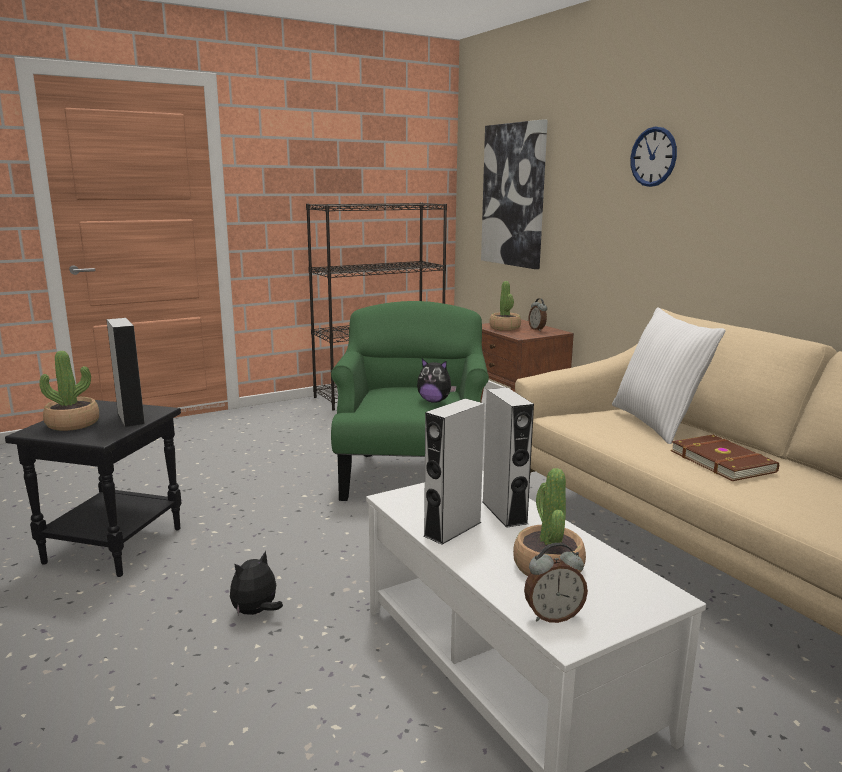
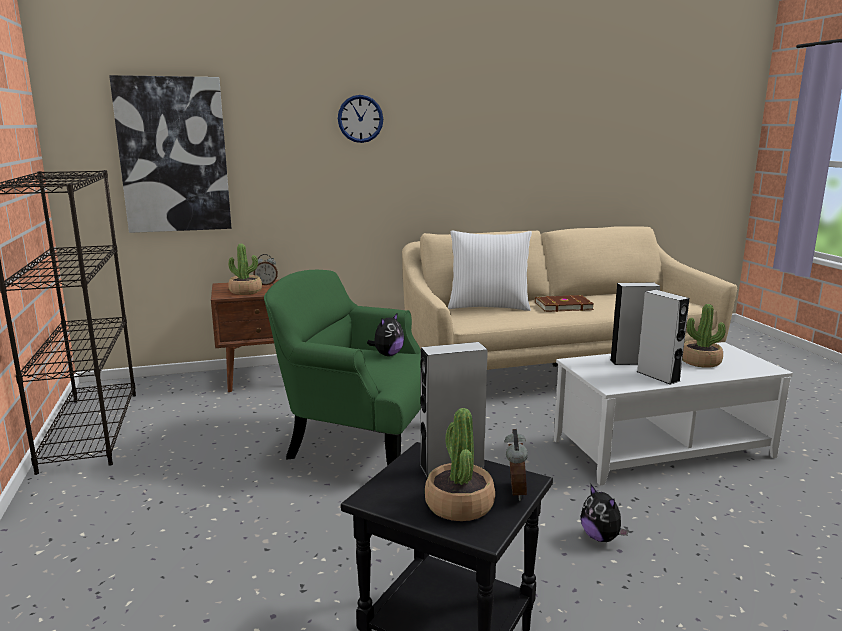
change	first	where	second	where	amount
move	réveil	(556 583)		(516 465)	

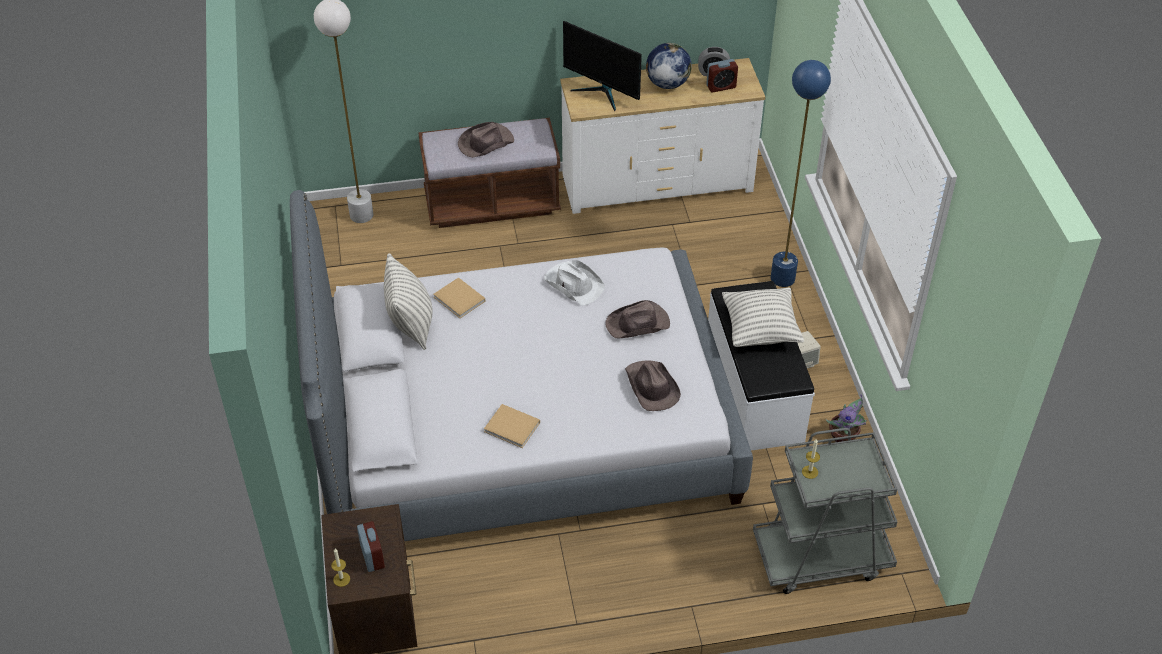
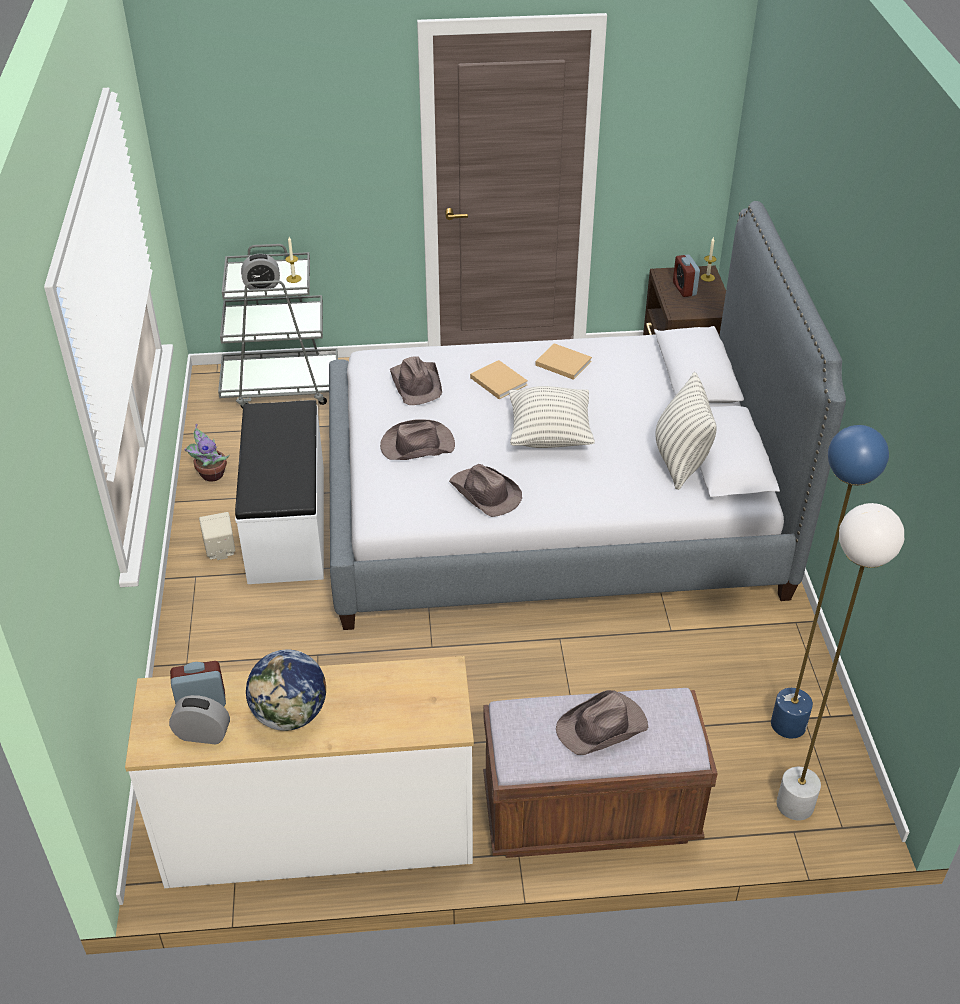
change	first	where	second	where	amount
delete	écran d'ordinateur	(602 66)			
move	lampadaire/bleu	(801 173)		(830 581)	
recolor	chapeau/blanc	(574 283)	chapeau/marron	(485 490)	
move	livre/beige	(459 297)		(499 379)	
move	coussin	(763 317)		(552 417)	
insert			réveil	(260 272)	

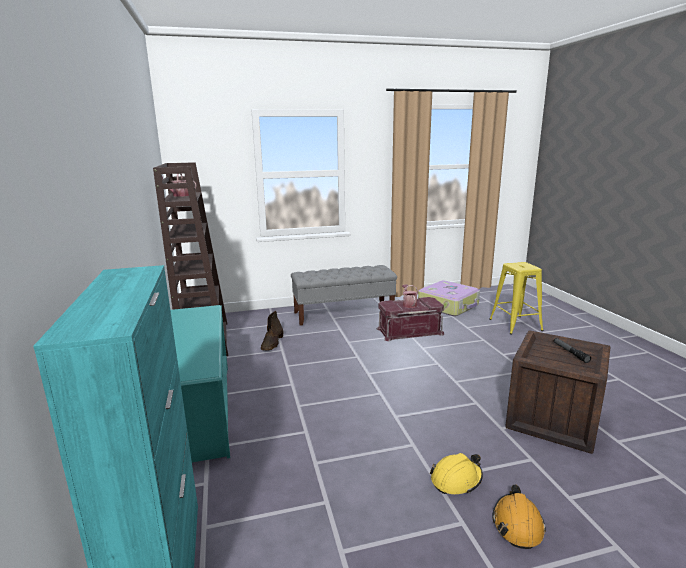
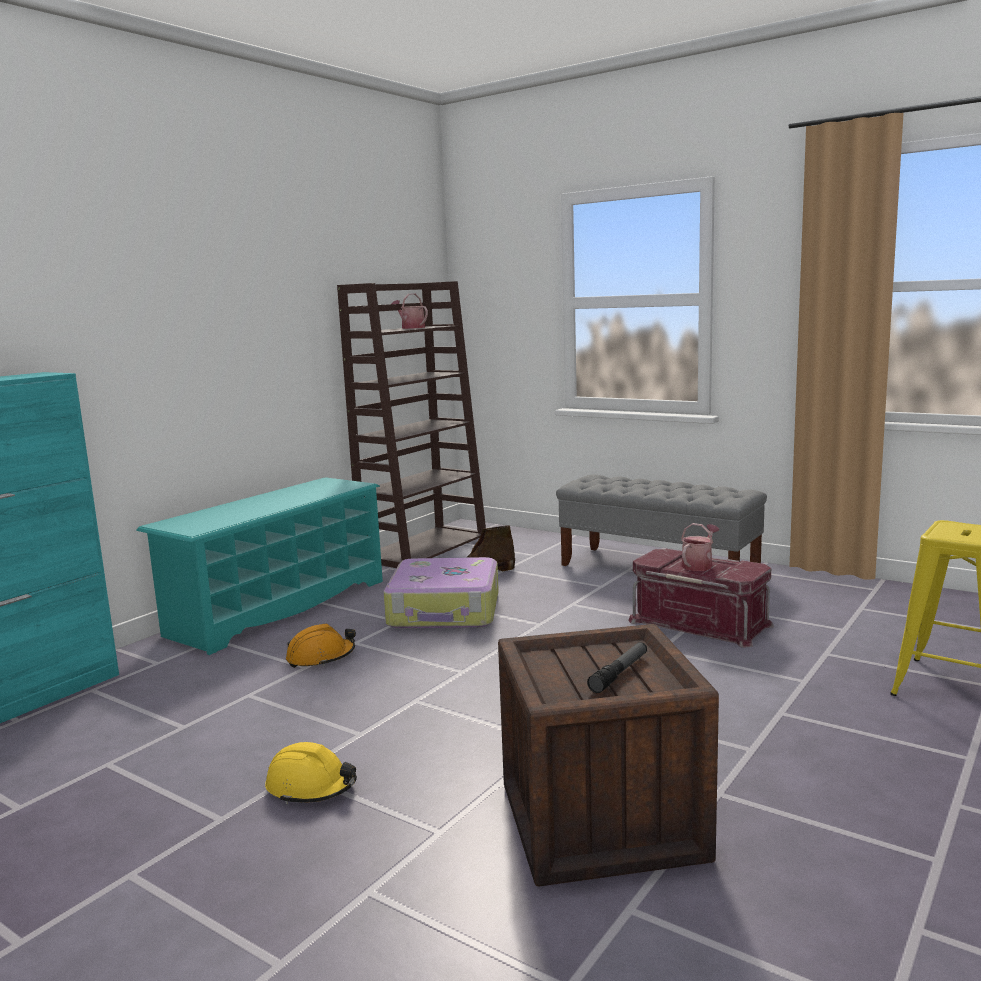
change	first	where	second	where	amount
move	valise	(449 298)		(441 592)	
move	casque de chantier/orange	(519 517)		(321 645)	

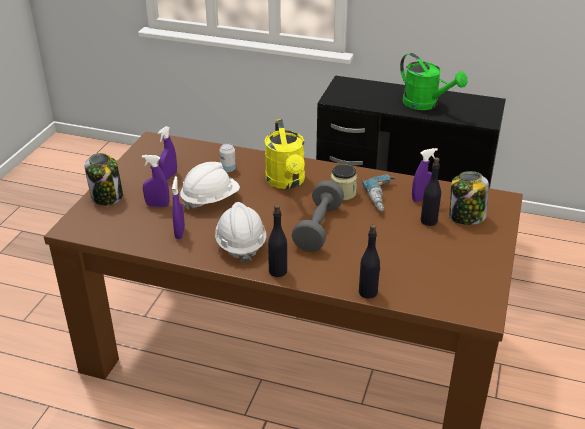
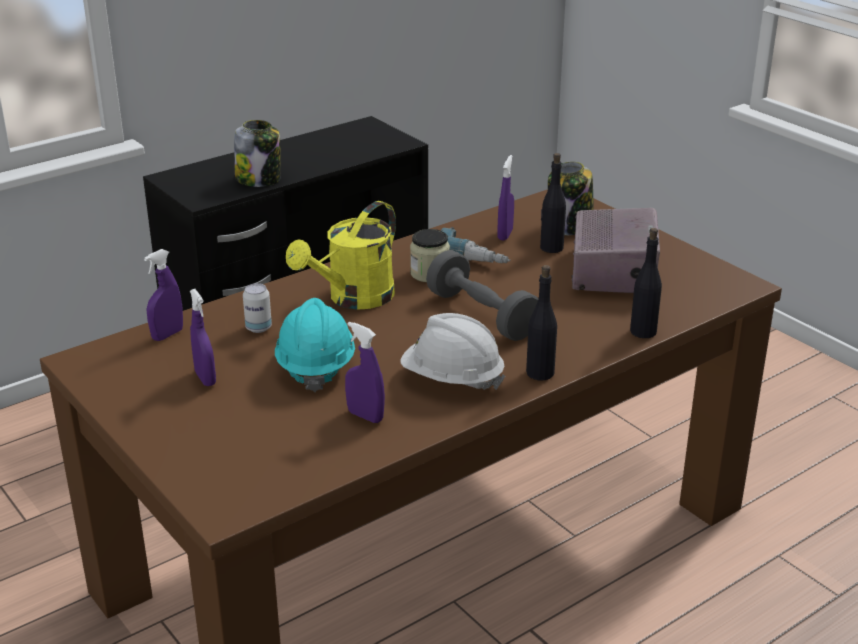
change	first	where	second	where	amount
delete	arrosoir/vert	(433 81)			
rotate	arrosoir/jaune	(285 154)		(341 255)	105 degrees clockwise
move	bocal	(104 179)		(257 153)	
move	vaporisateur/violet	(156 181)		(163 295)	
recolor	casque de chantier/blanc	(210 186)	casque de chantier/turquoise	(315 345)	
insert			radio	(615 250)	

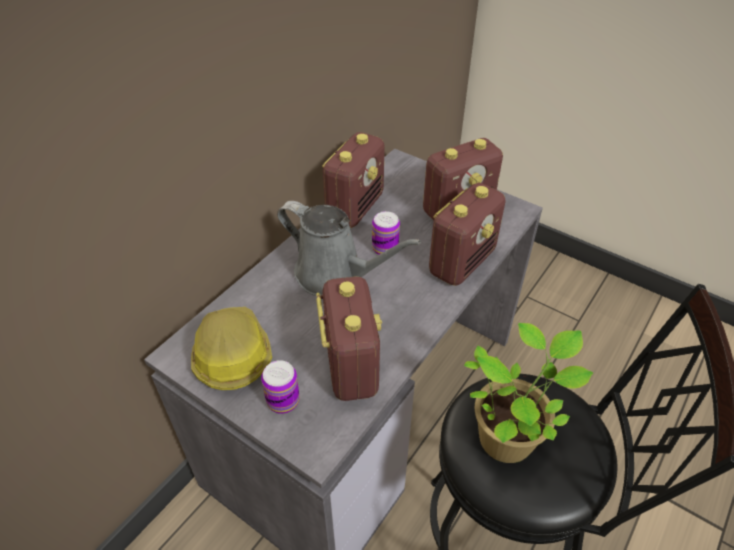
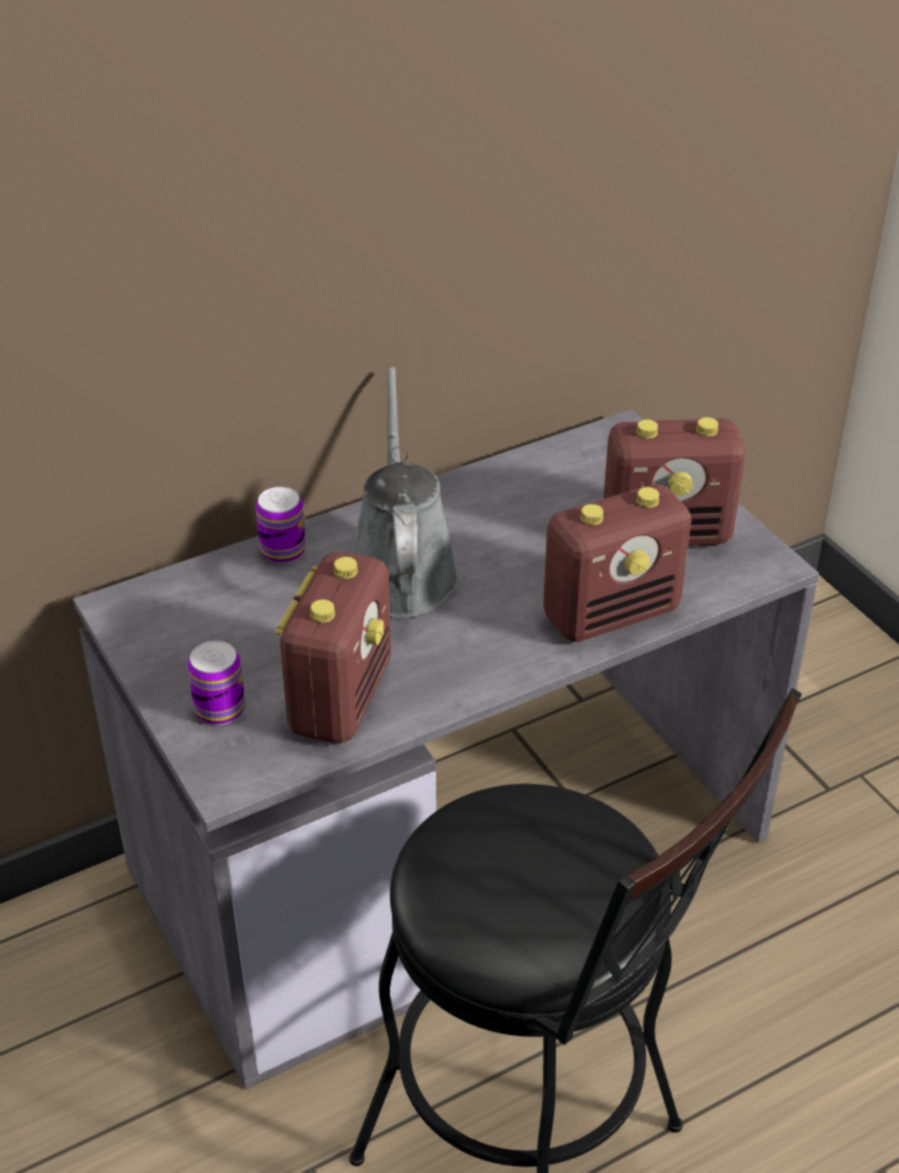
change	first	where	second	where	amount
delete	radio	(353 180)			
rotate	arrosoir/gris	(349 248)		(405 492)	150 degrees counterclockwise
move	boîte métallique	(386 233)		(281 525)	
delete	casque de chantier	(231 348)			
delete	plante en pot	(529 393)			

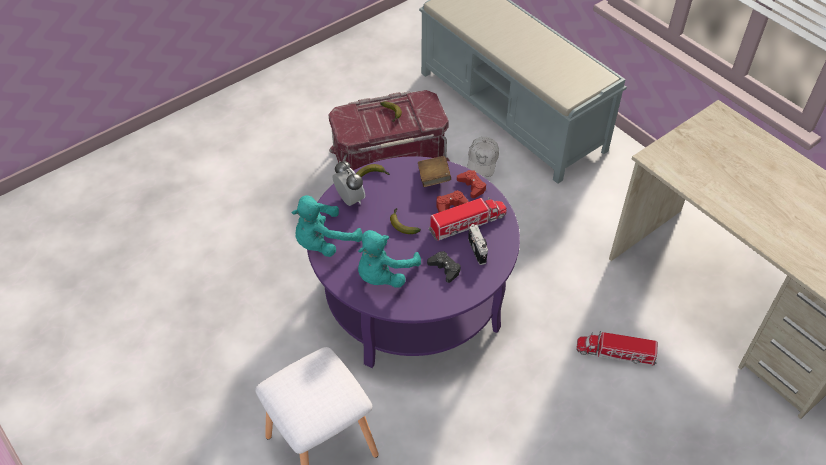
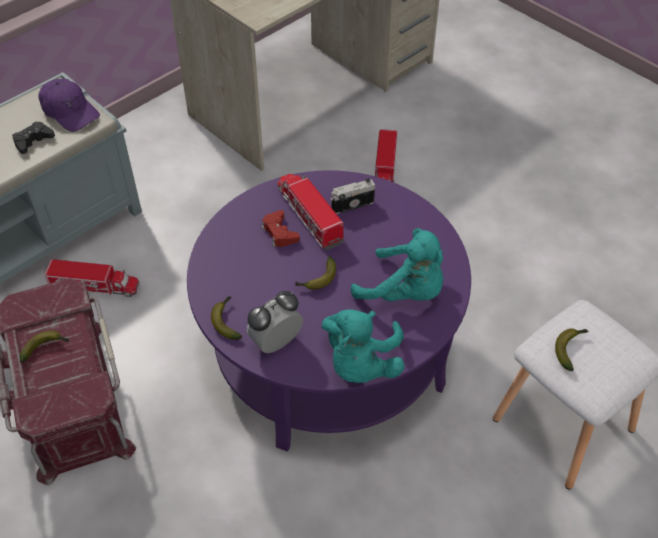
change	first	where	second	where	amount
replace	casquette/blanc	(483 157)	camion jouet	(92 278)	
delete	livre/marron	(434 171)			
delete	manette/rouge	(471 184)			
rotate	peluche/turquoise	(327 226)		(363 346)	60 degrees clockwise
move	manette/noir	(444 267)		(33 138)	
insert			casquette/violet	(69 105)	
insert			banane	(572 350)	

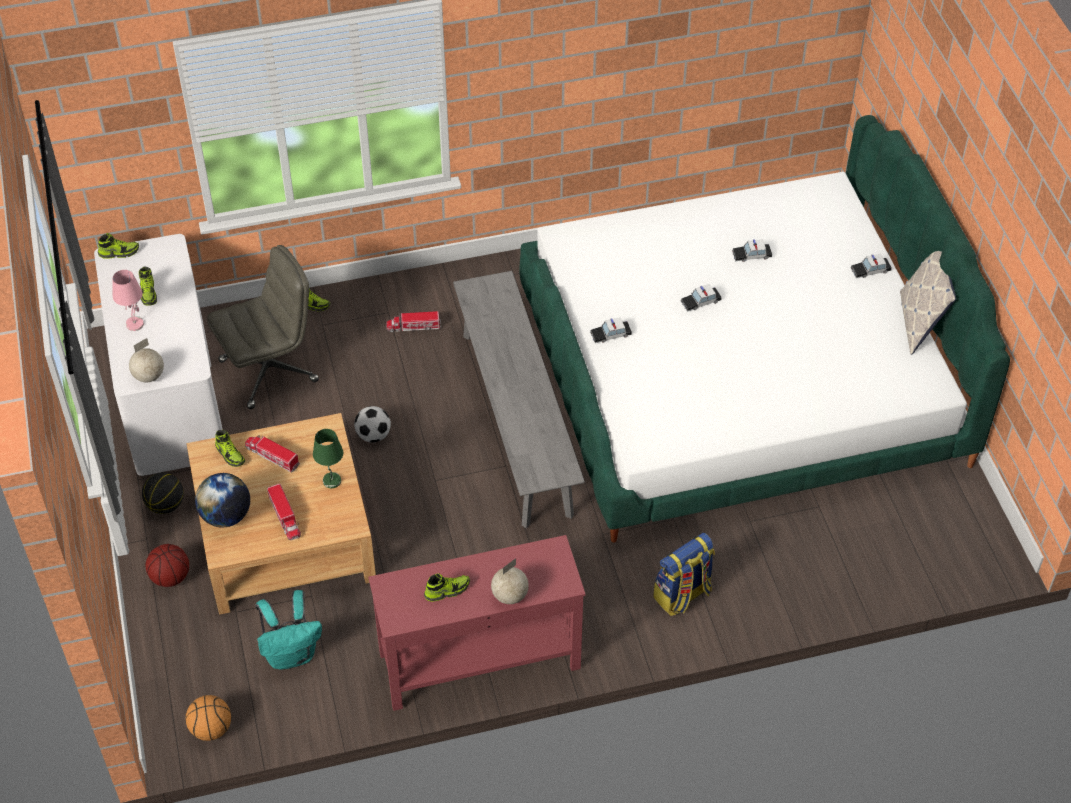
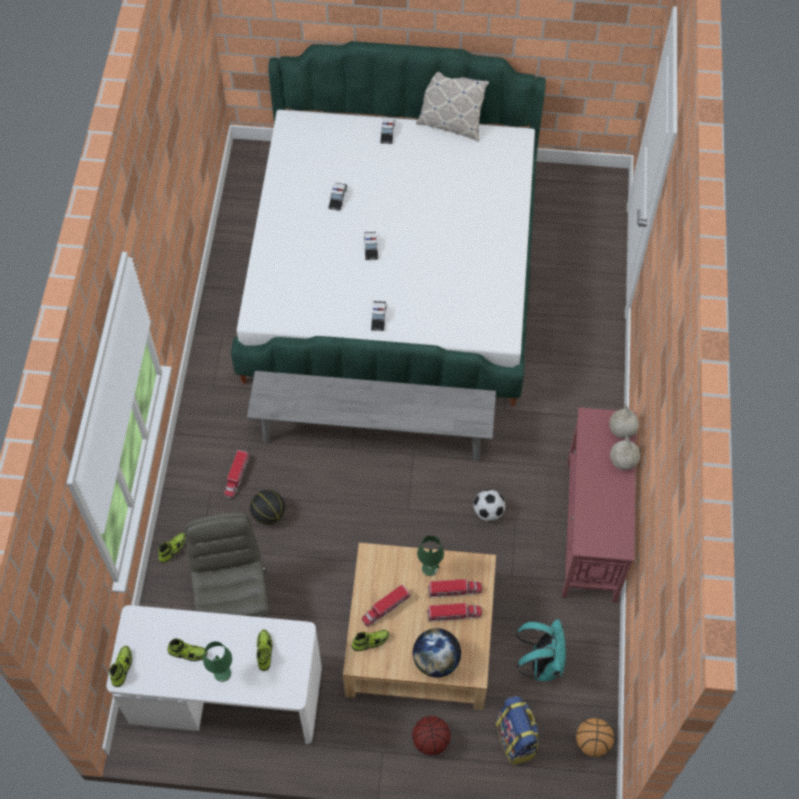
change	first	where	second	where	amount
recolor	lampe de table/rose	(128 300)	lampe de table/vert	(217 661)	
move	globe	(146 360)		(624 421)	
move	ballon de foot	(372 424)		(489 505)	
move	ballon de basket	(163 493)		(267 507)	
move	sac à dos	(684 574)		(517 730)	
move	chaussure	(447 587)		(264 650)	
insert			camion jouet	(454 588)	

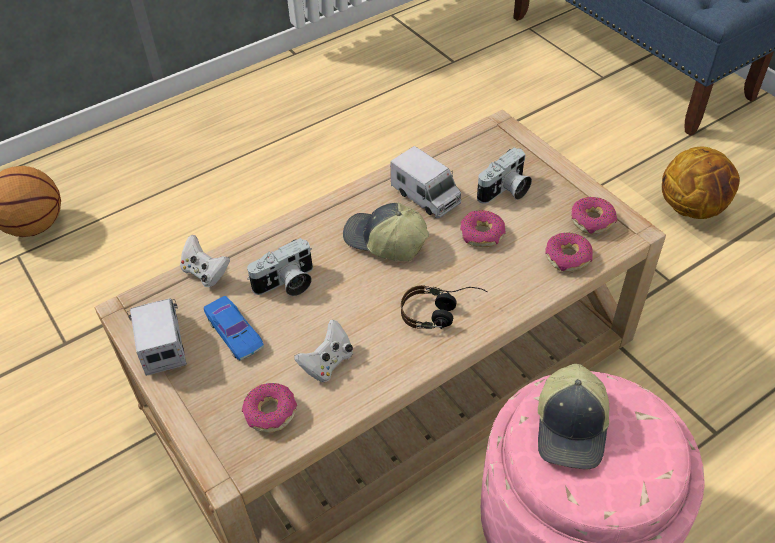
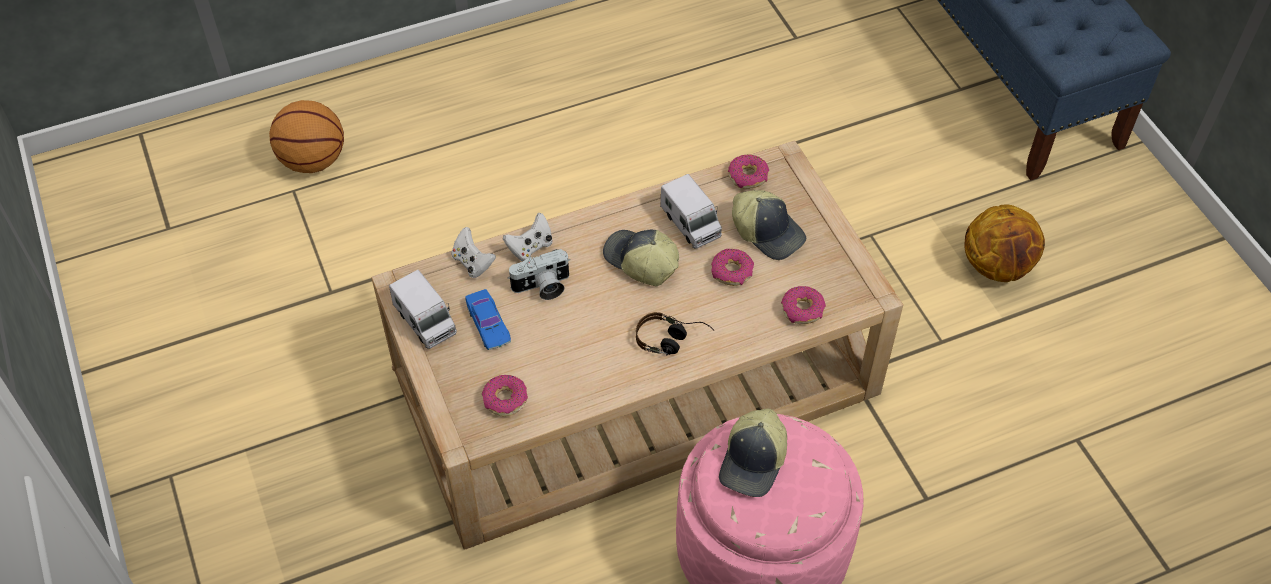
change	first	where	second	where	amount
replace	appareil photo	(504 175)	casquette	(769 225)	
move	beignet	(594 215)		(748 172)	
rotate	camion jouet	(157 337)		(423 309)	150 degrees clockwise
move	manette/blanc	(323 351)		(528 237)	

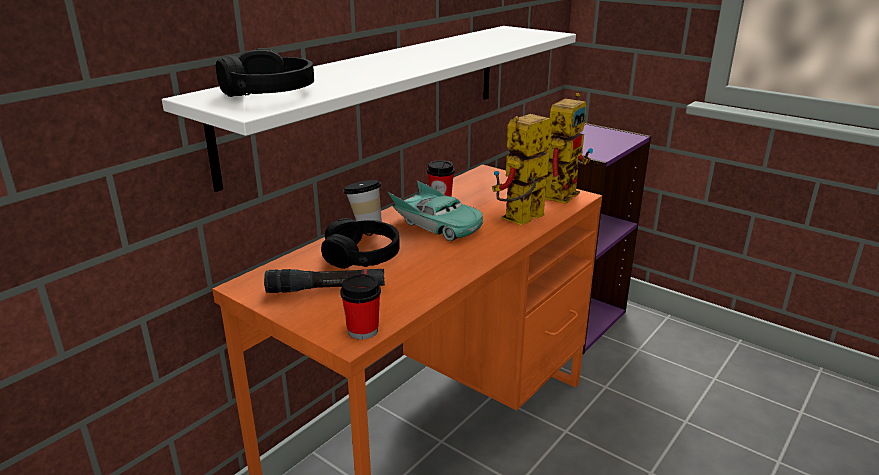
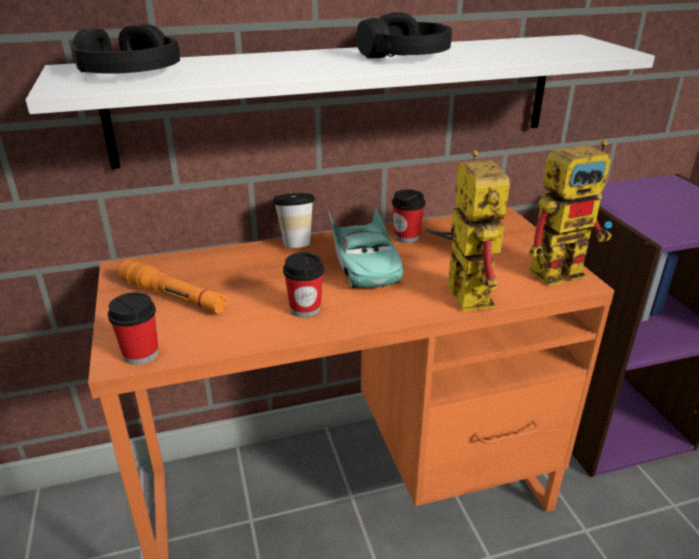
change	first	where	second	where	amount
rotate	robot jouet	(522 169)		(468 230)	90 degrees clockwise
move	casque audio/noir	(360 243)		(404 35)	
recolor	lampe de poche/noir	(324 281)	lampe de poche/orange	(173 286)	
insert			tasse	(303 285)	

